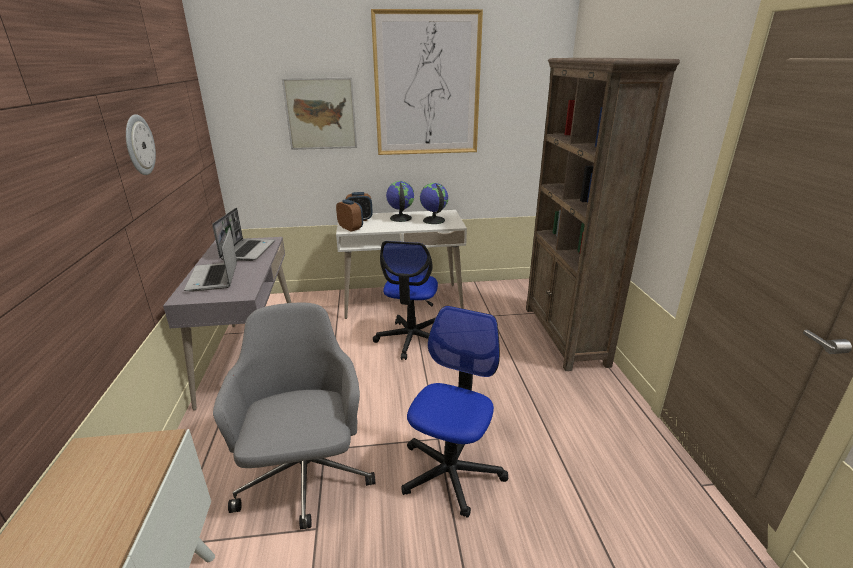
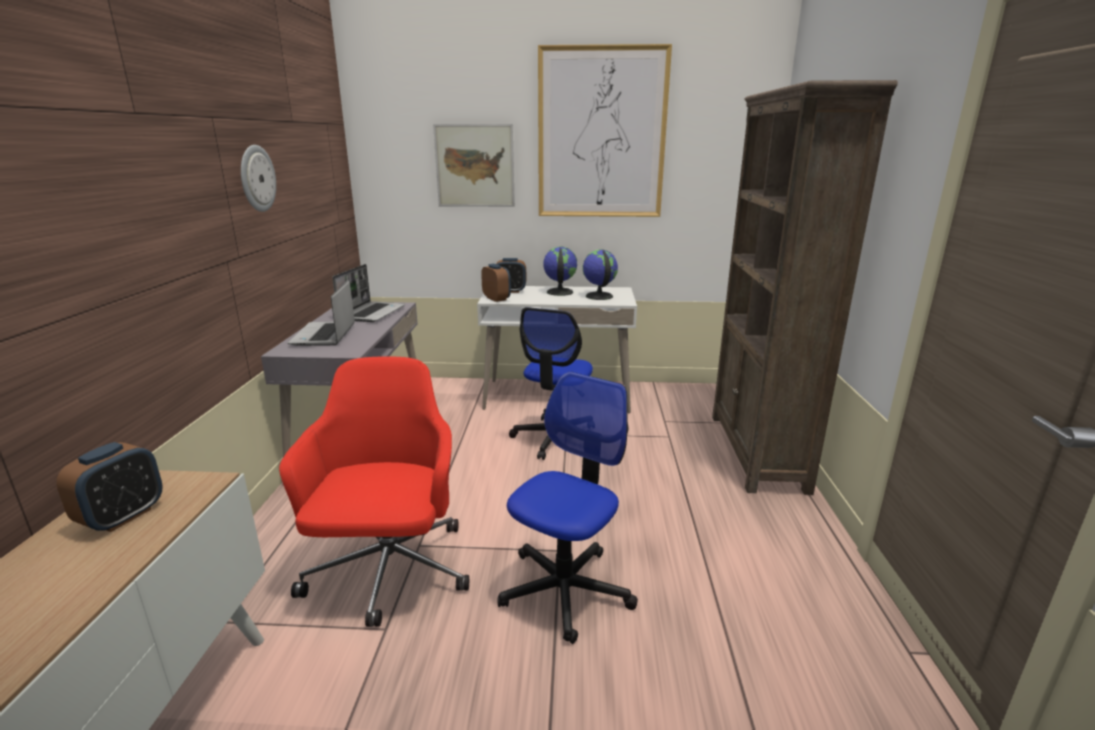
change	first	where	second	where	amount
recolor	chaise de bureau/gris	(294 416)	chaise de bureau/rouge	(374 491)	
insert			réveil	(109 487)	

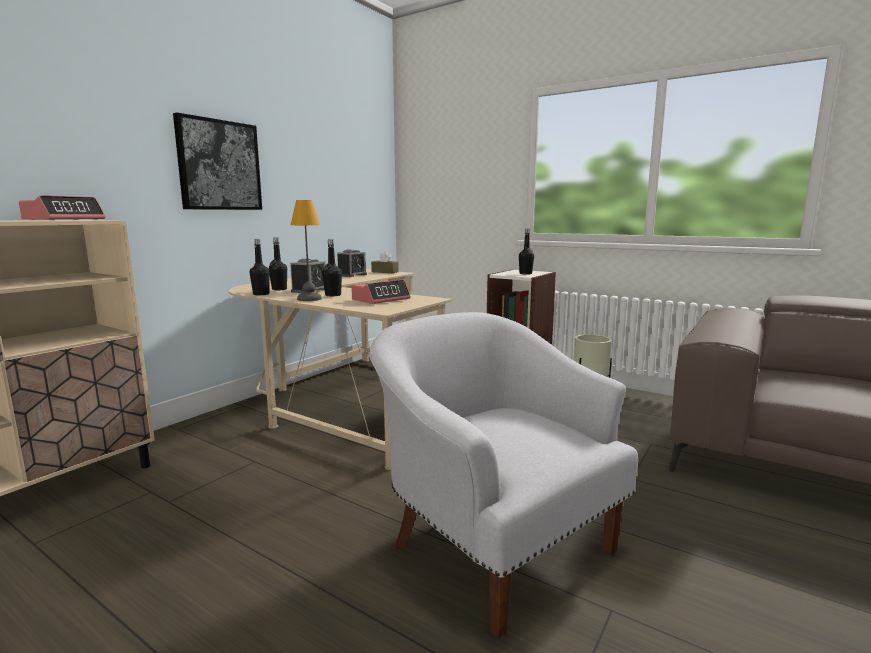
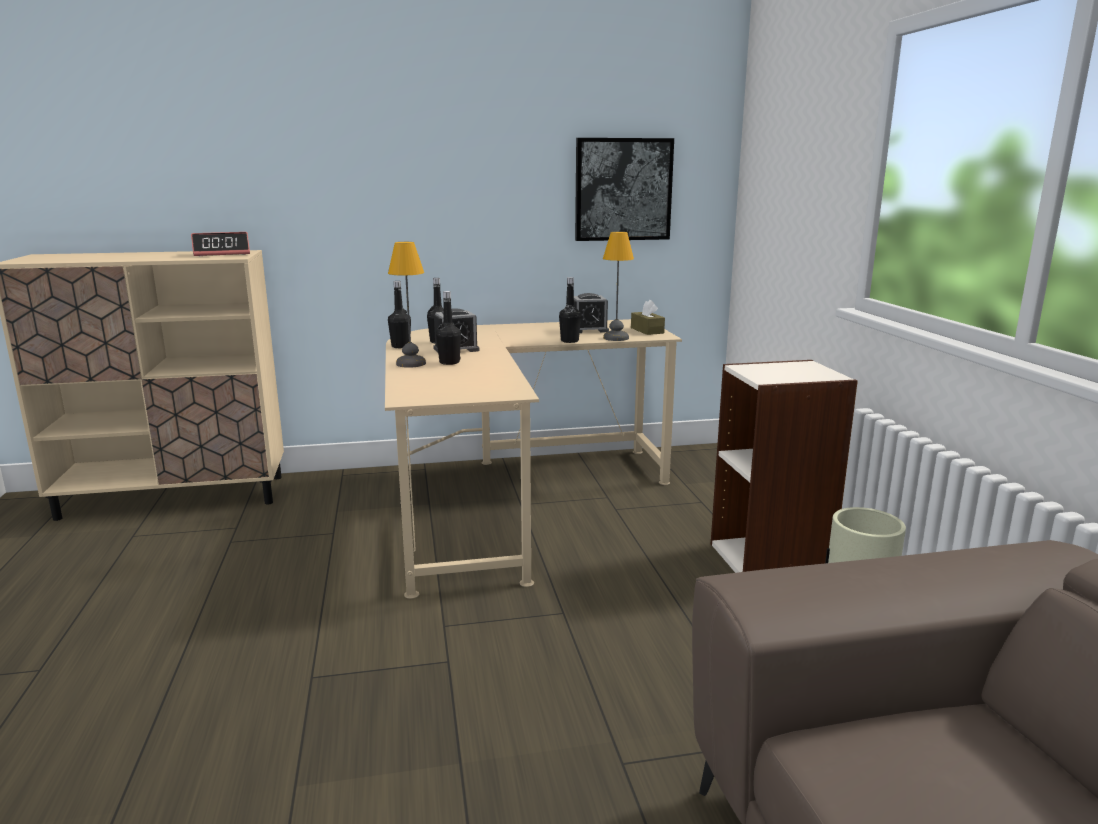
change	first	where	second	where	amount
move	tableau	(217 161)		(624 189)	
move	bouteille/noir	(526 252)		(570 310)	
delete	réveil	(381 292)			
delete	fauteuil/blanc	(503 475)			
insert			lampe de table	(618 286)	

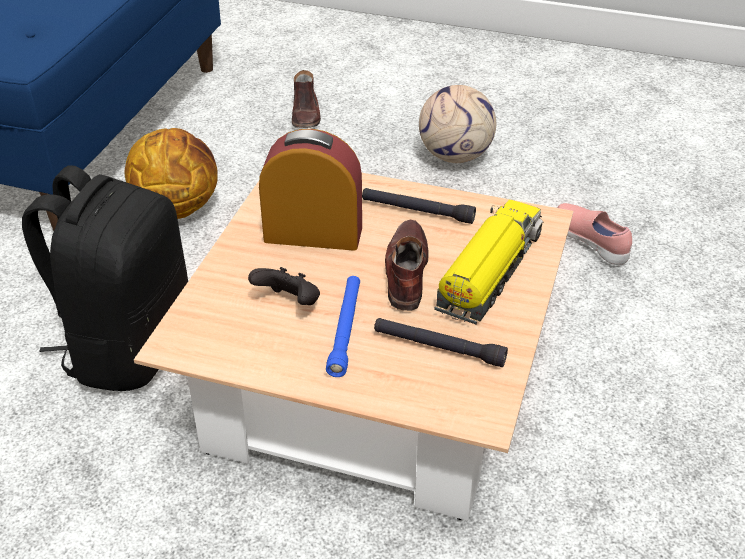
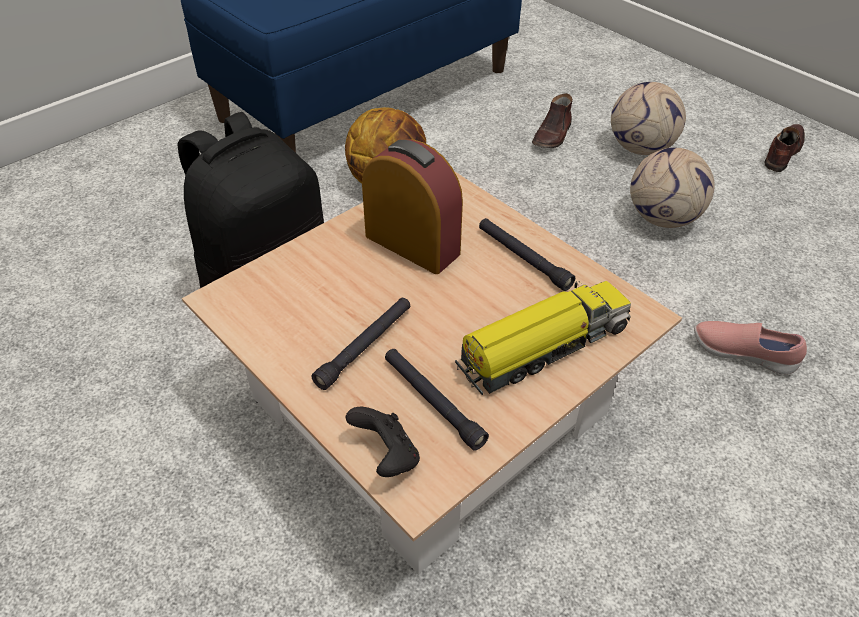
change	first	where	second	where	amount
rotate	chaussure/rose	(594 234)		(750 348)	60 degrees counterclockwise
move	chaussure/marron	(406 265)		(785 148)	
move	manette/noir	(284 286)		(383 442)	
recolor	lampe de poche/bleu	(343 326)	lampe de poche/noir	(360 344)	
insert			ballon de foot	(648 118)	

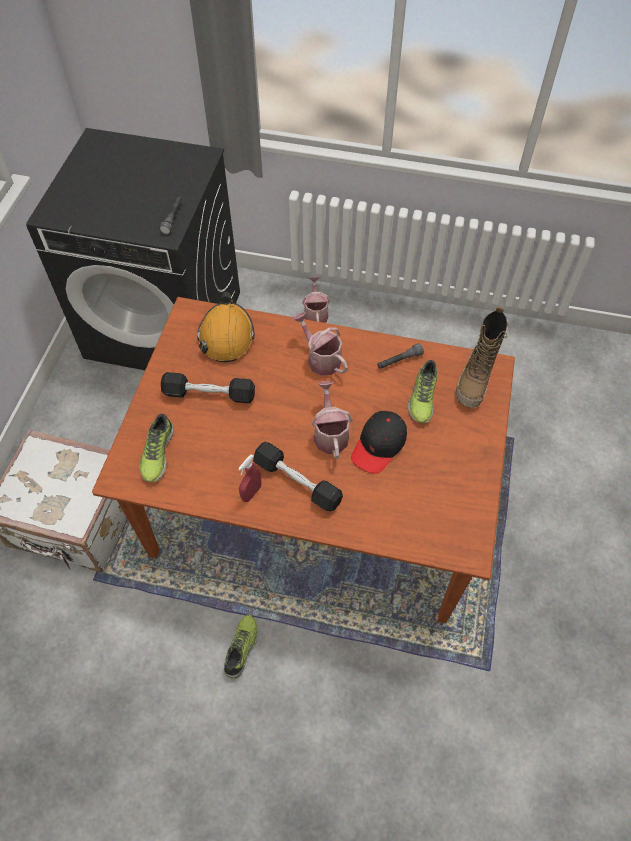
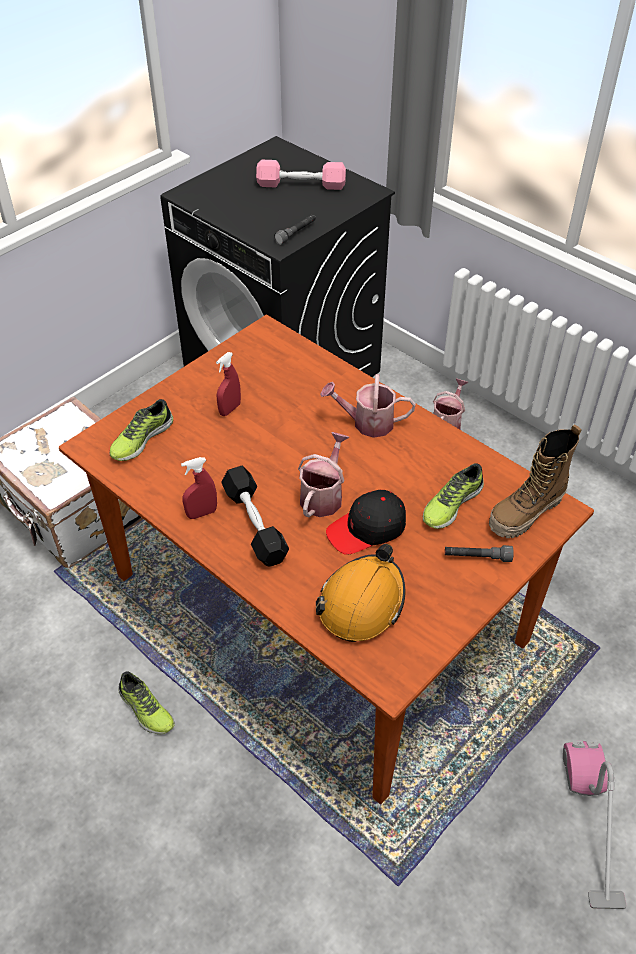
change	first	where	second	where	amount
move	casque de chantier/orange	(226 327)		(360 593)	
rotate	arrosoir	(320 343)		(368 406)	75 degrees counterclockwise
move	lampe de poche/gris	(400 356)		(479 553)	
replace	haltère/noir	(208 387)	vaporisateur/rouge	(228 384)	
rotate	chaussure	(241 647)		(146 702)	90 degrees clockwise
insert			haltère/rose	(301 175)	
insert			aspirateur	(595 824)	

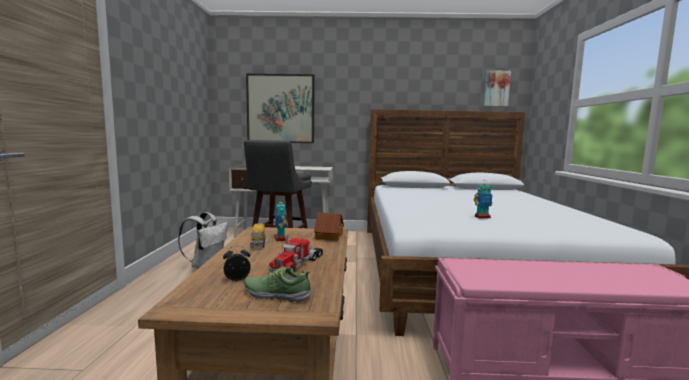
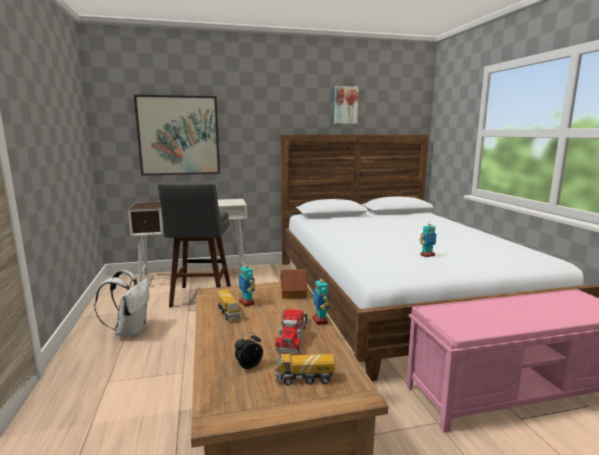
change	first	where	second	where	amount
move	tableau	(497 88)		(346 105)	
replace	chaussure	(278 284)	camion jouet	(305 369)	
insert			robot jouet	(321 302)	

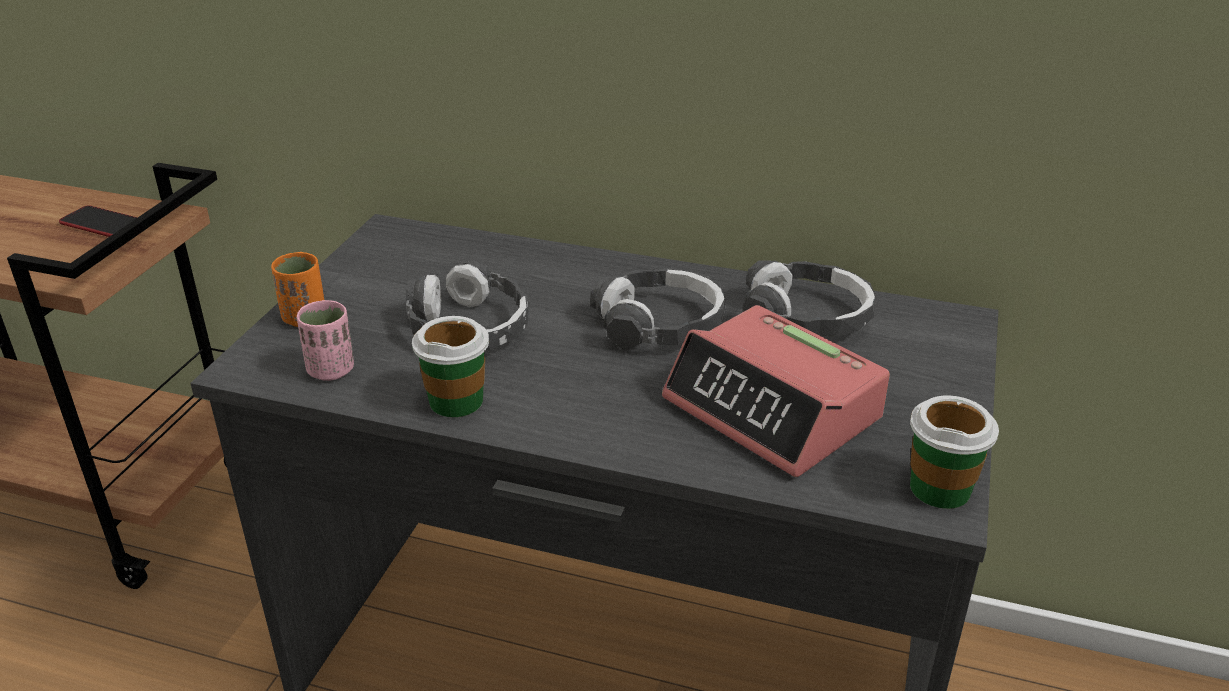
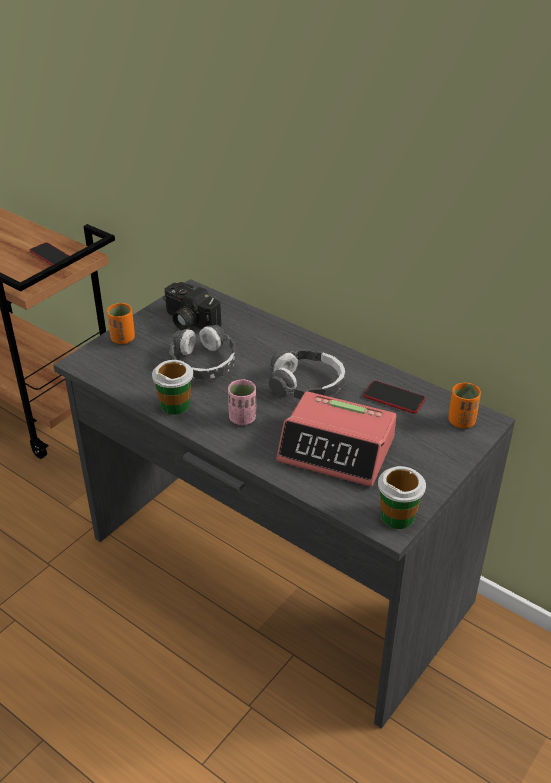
change	first	where	second	where	amount
replace	casque audio	(809 298)	téléphone	(394 397)	
move	tasse/rose	(325 340)		(242 402)	
rotate	réveil	(776 391)		(336 439)	45 degrees counterclockwise
insert			appareil photo	(192 306)	
insert			tasse/orange	(465 405)	

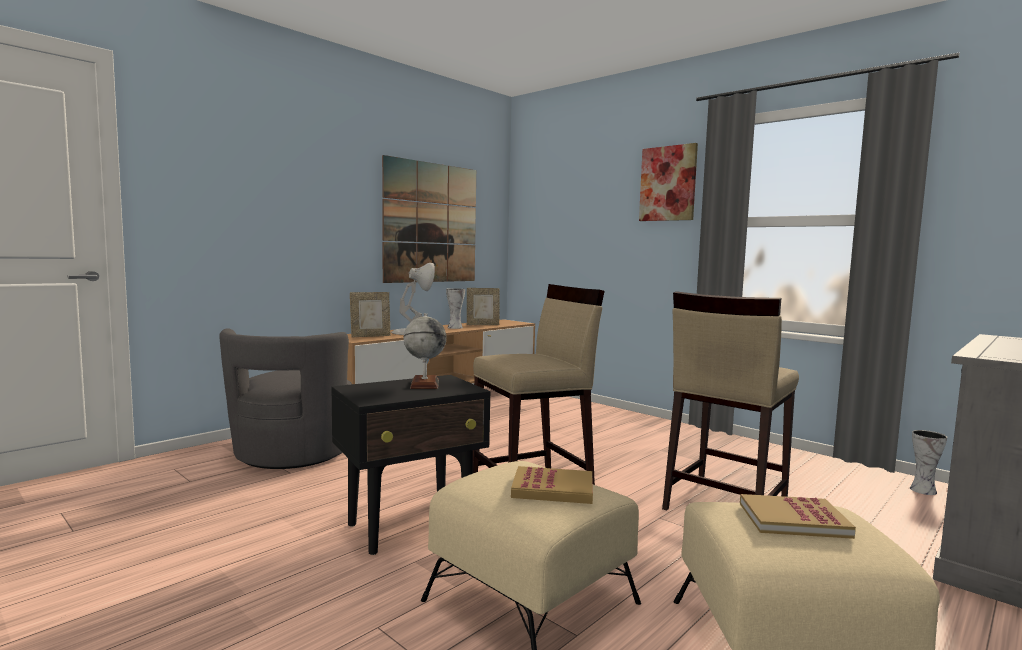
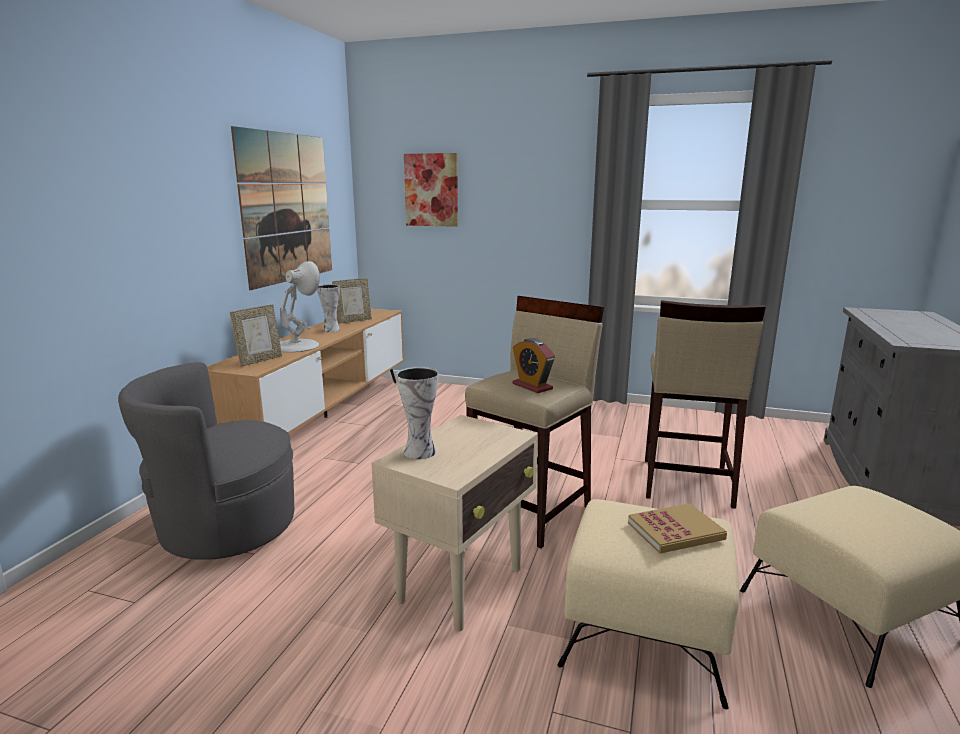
change	first	where	second	where	amount
move	tableau	(668 182)		(431 190)	
delete	globe	(425 351)			
rotate	fauteuil/gris	(285 398)		(206 461)	90 degrees clockwise
recolor	table d'appoint/noir	(411 465)	table d'appoint/beige	(455 523)	
move	vase	(928 462)		(417 413)	
delete	livre	(798 516)			
insert			réveil	(534 365)	

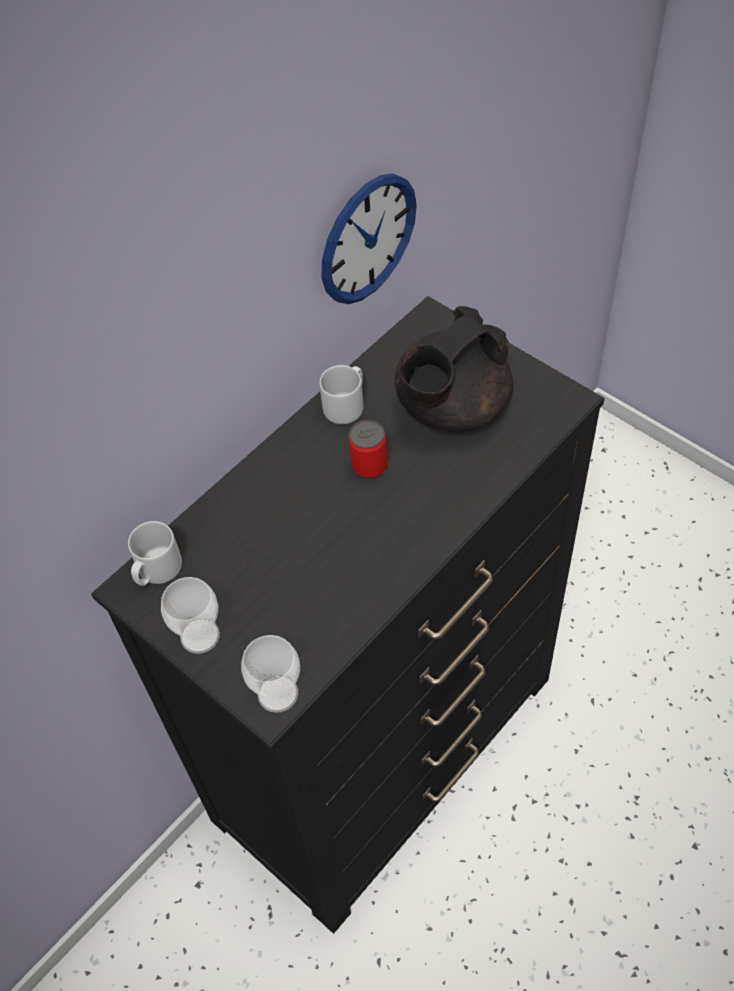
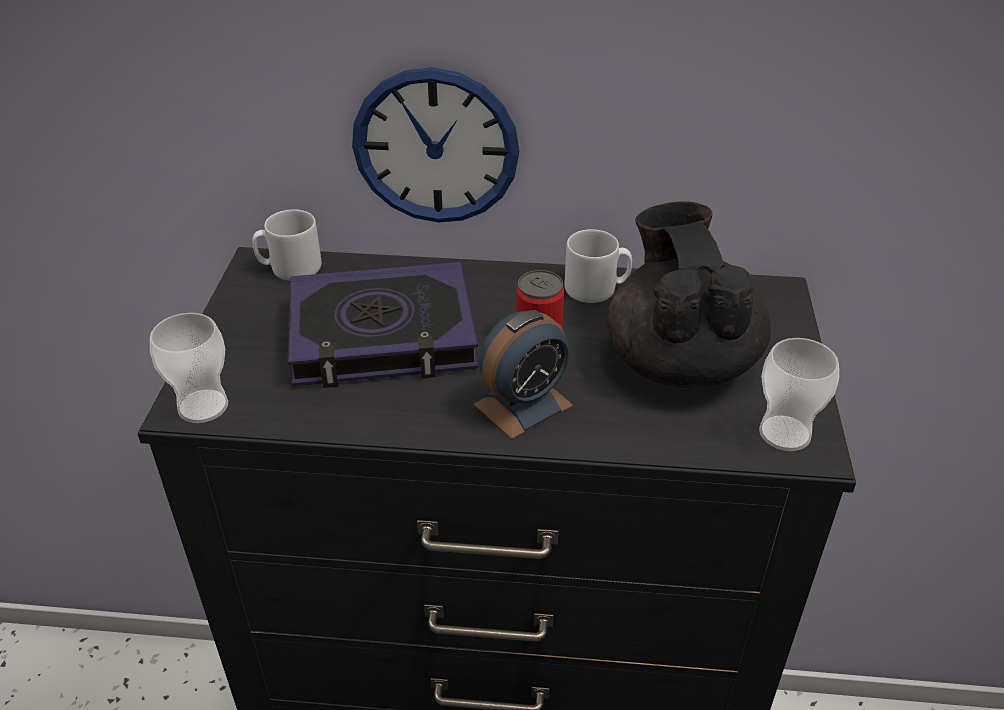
change	first	where	second	where	amount
move	horloge murale	(369 238)		(435 145)	
rotate	théière/noir	(454 369)		(689 294)	75 degrees clockwise
move	tasse	(190 615)		(799 394)	
insert			livre	(383 325)	
insert			réveil	(523 374)	

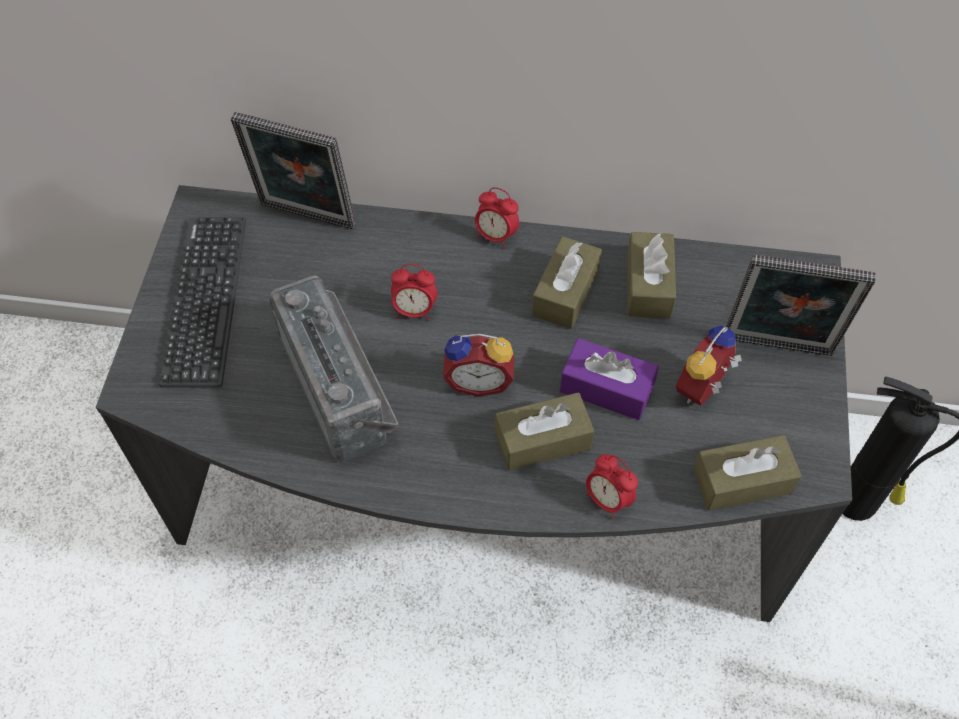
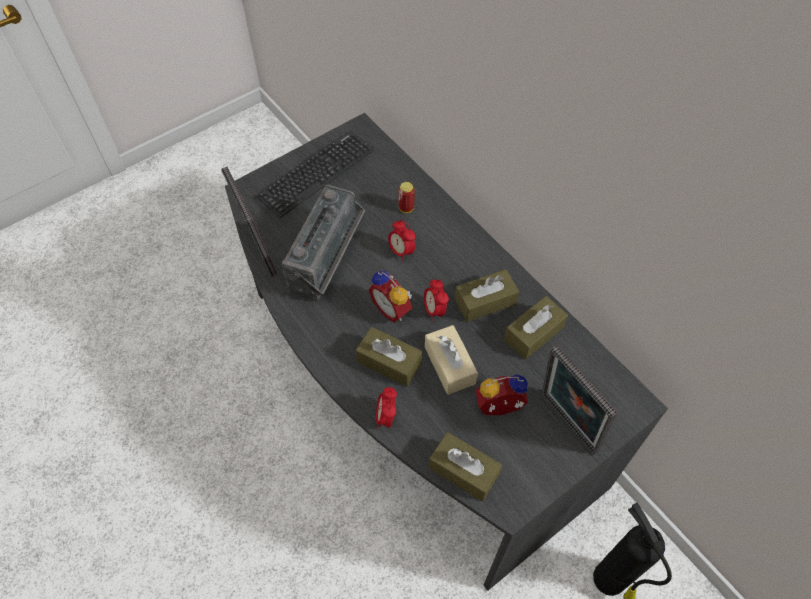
change	first	where	second	where	amount
move	cadre photo	(293 170)		(249 222)	
move	réveil	(497 217)		(436 300)	
recolor	boîte à mouchoirs/violet	(609 379)	boîte à mouchoirs/beige	(451 360)	
insert			boîte métallique	(406 197)	

